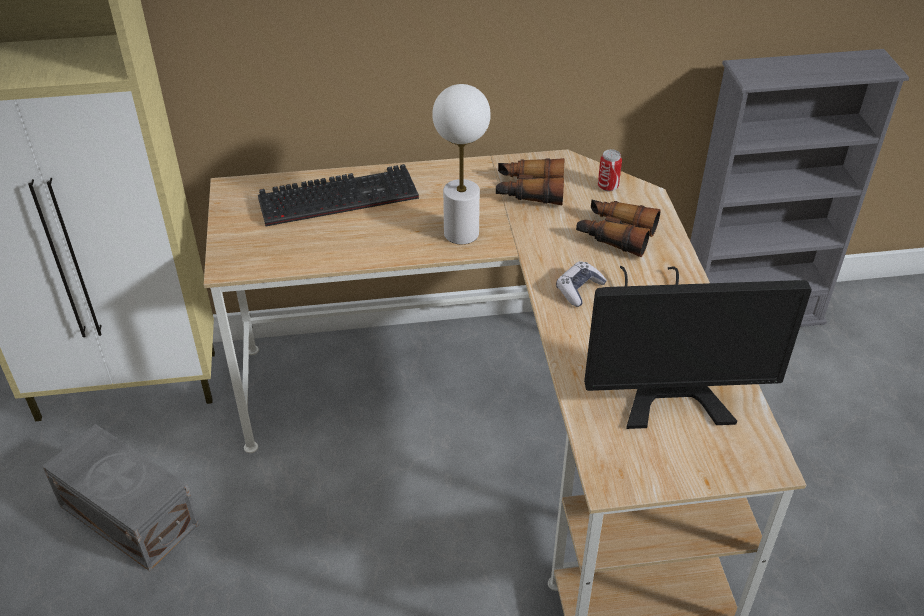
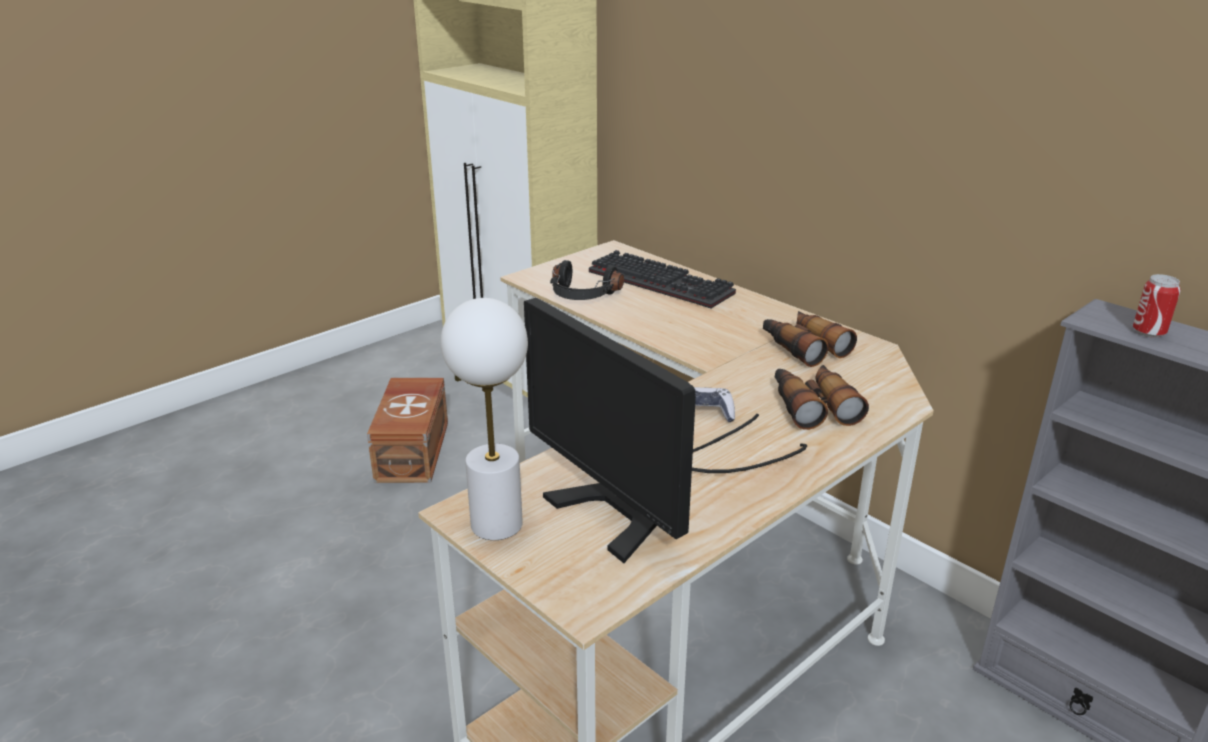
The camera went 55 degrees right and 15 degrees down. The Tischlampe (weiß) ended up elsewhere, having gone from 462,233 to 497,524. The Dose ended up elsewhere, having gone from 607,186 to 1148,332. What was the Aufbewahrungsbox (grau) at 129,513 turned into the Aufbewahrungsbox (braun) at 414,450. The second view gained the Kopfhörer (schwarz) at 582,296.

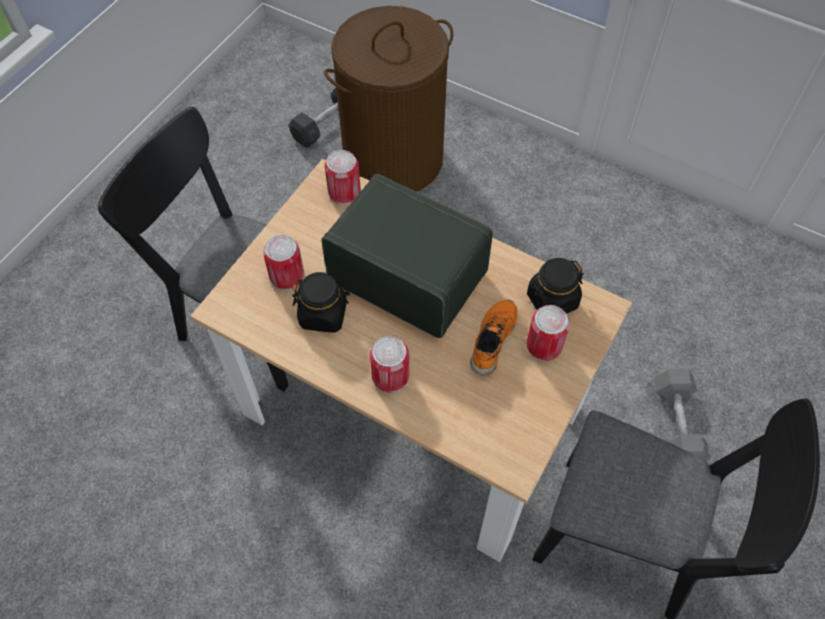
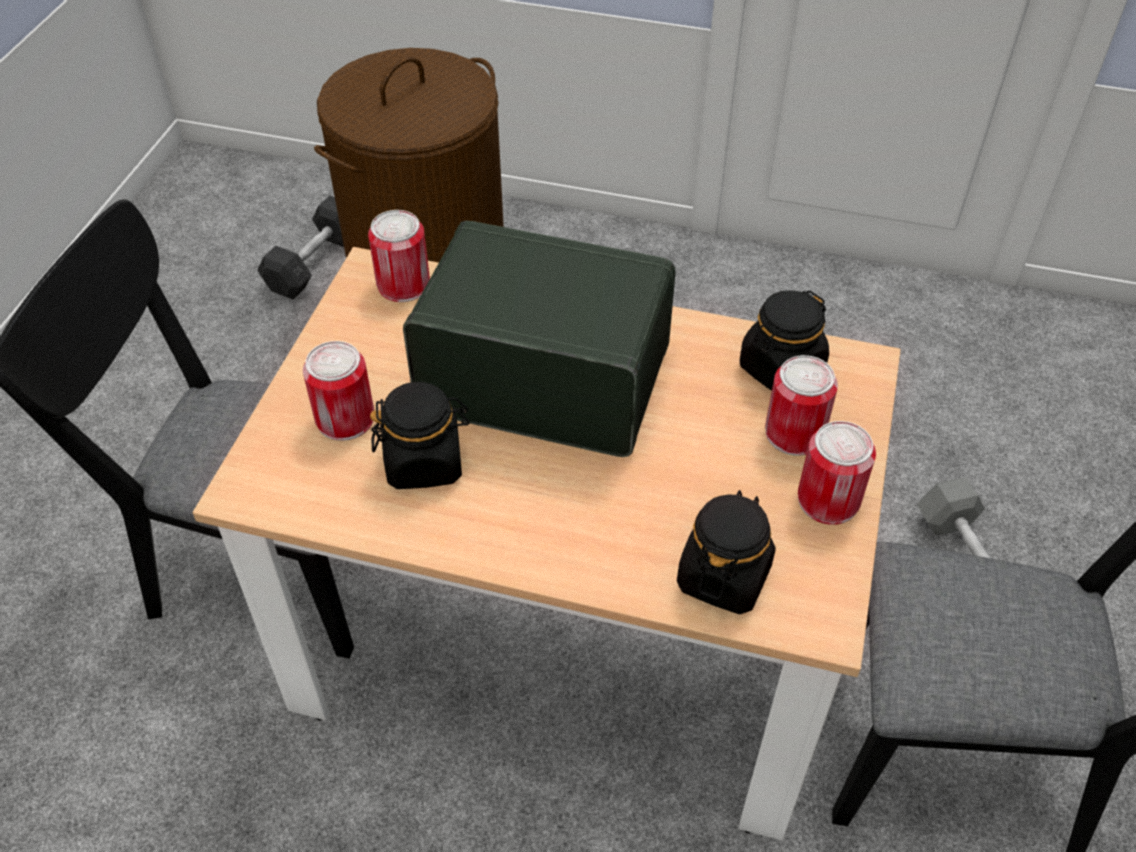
The camera went 15 degrees left and 10 degrees down. The second view lost the Schuh (orange) at 491,339. The Dose ended up elsewhere, having gone from 390,376 to 828,500. The second view gained the Vorratsglas (schwarz) at 723,576.

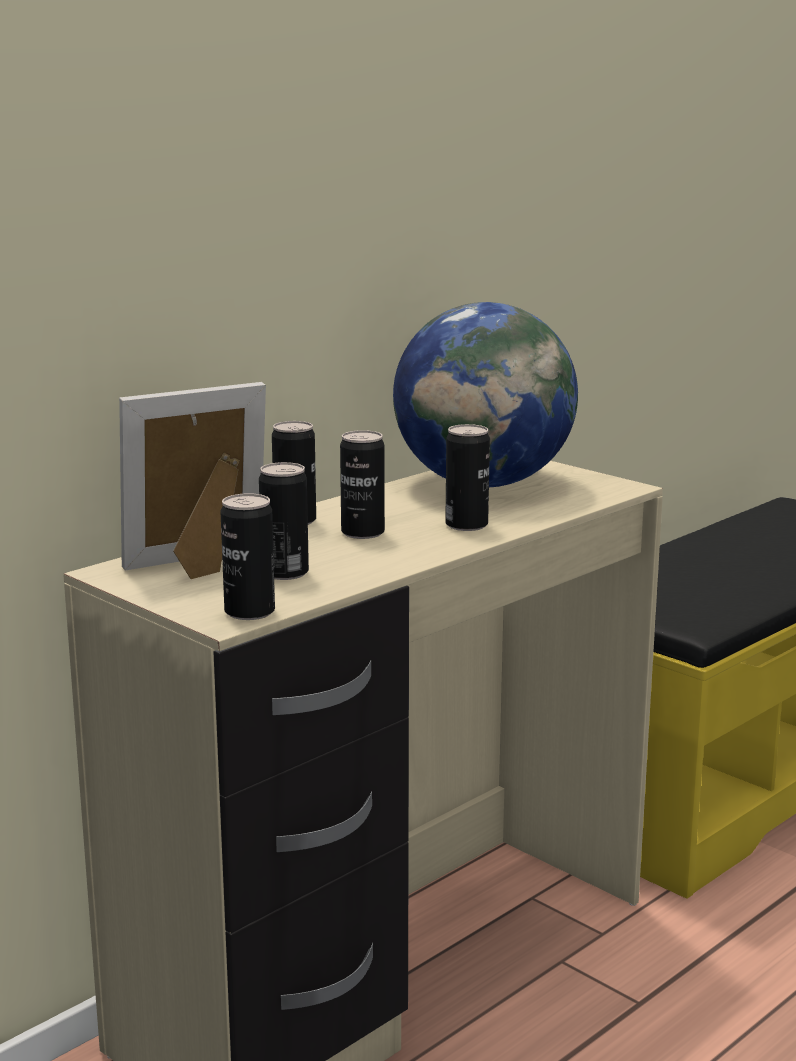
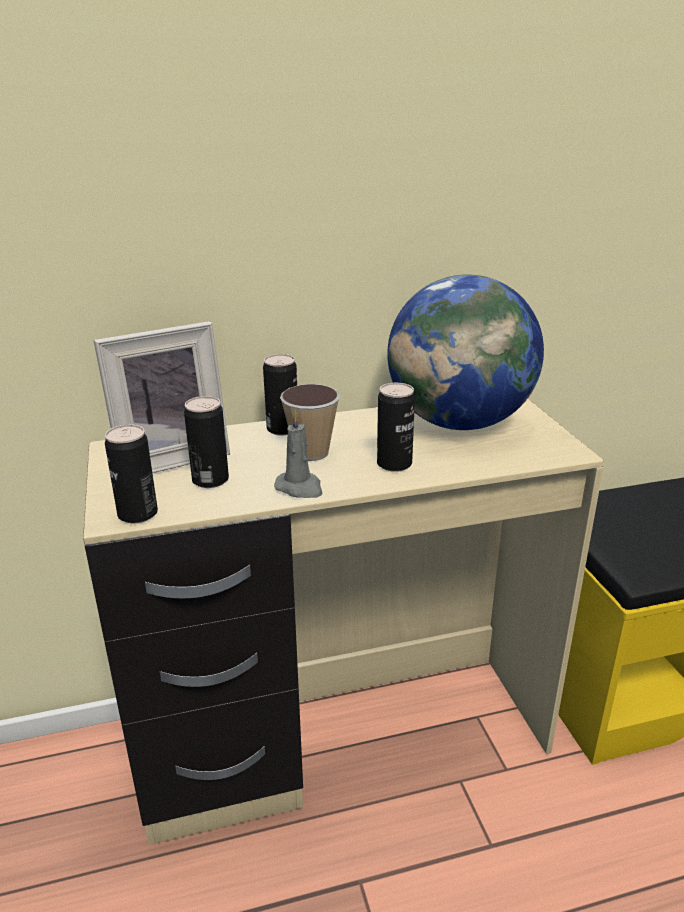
The camera went 30 degrees right and 10 degrees up. The Bilderrahmen at 202,565 ended up facing another way, 150 degrees clockwise from before. Where the Dose stood at 362,533, the Tasse came to stand at 311,453. The second view gained the Kerze (grau) at 300,488.

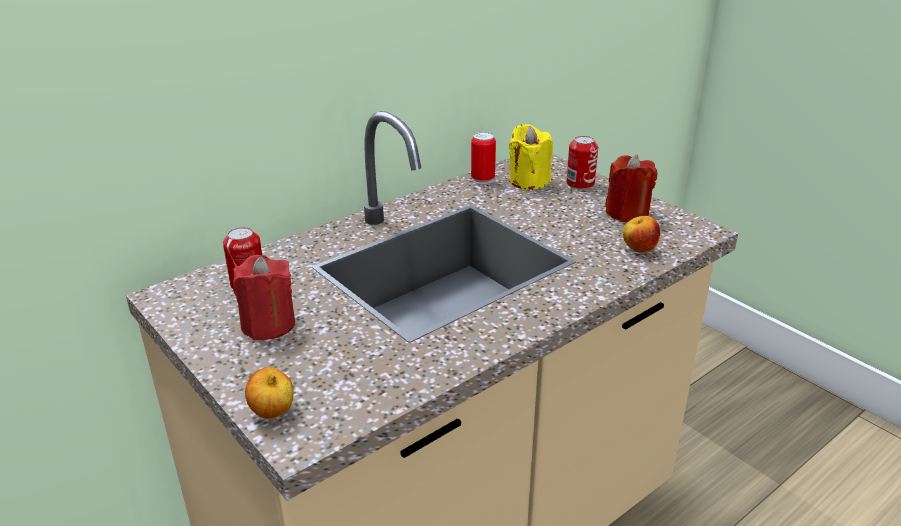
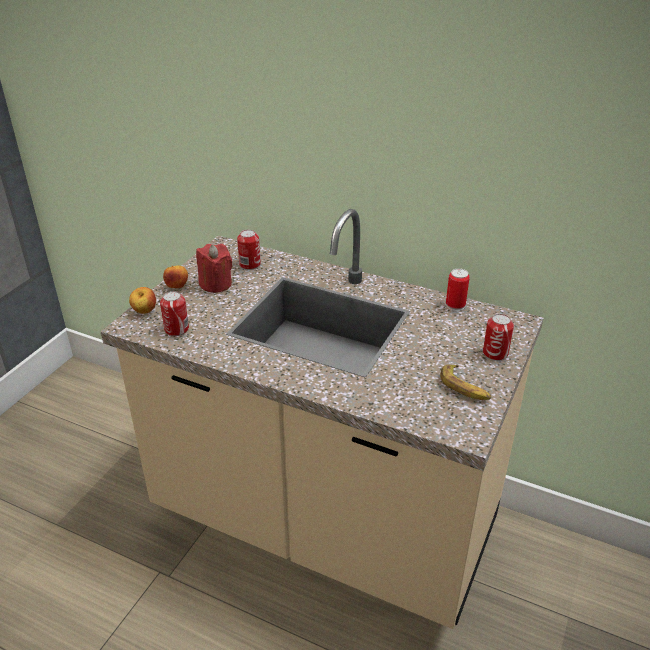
The camera went 65 degrees right and 5 degrees up. The second view lost the Kerze (gelb) at 529,181. Where the Kerze (rot) stood at 627,213, the Banane came to stand at 464,387. The Apfel ended up elsewhere, having gone from 638,250 to 177,287. The second view gained the Dose at 176,329.

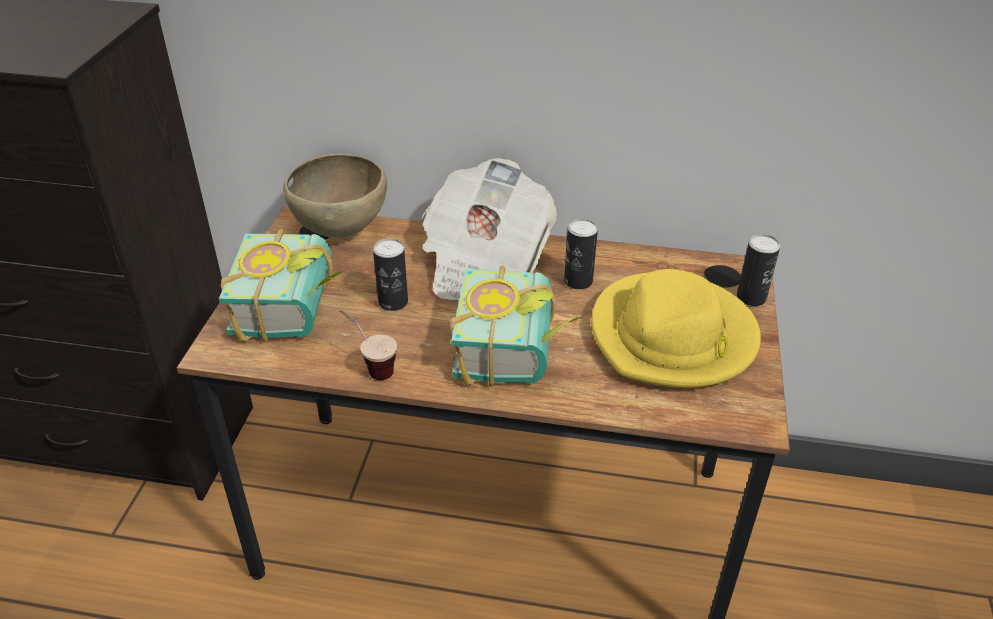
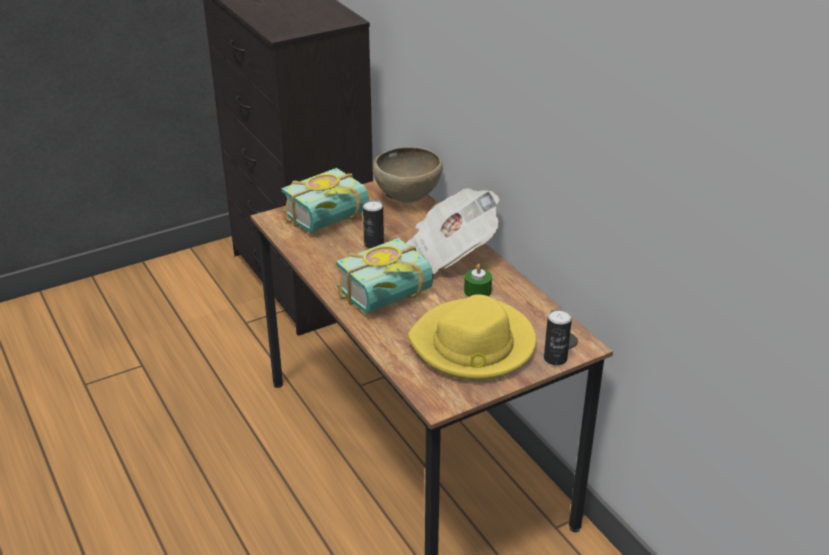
The camera went 50 degrees right and 5 degrees down. Where the Dose stood at 578,281, the Kerze (grün) came to stand at 477,291. The second view lost the Tasse at 370,367.

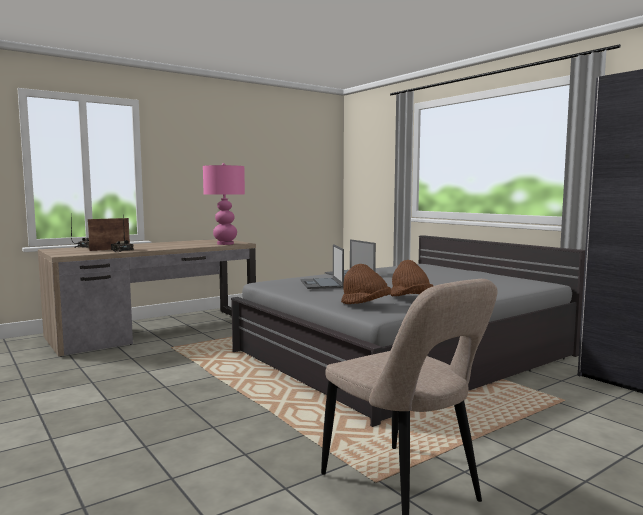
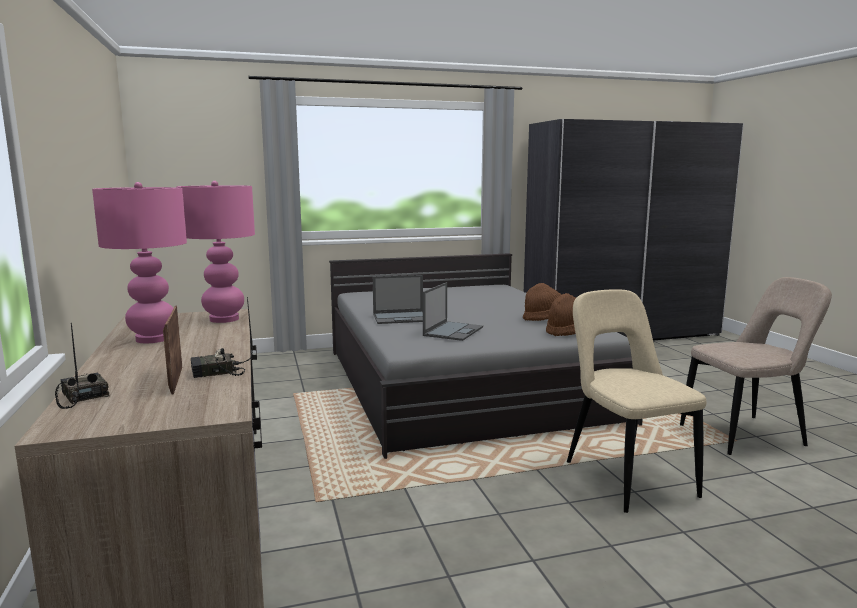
The camera went 70 degrees left and 5 degrees up. The Laptop at 321,284 ended up facing another way, 75 degrees counterclockwise from before. The second view gained the Tischlampe (rosa) at 153,339. The second view gained the Stuhl (beige) at 625,477.

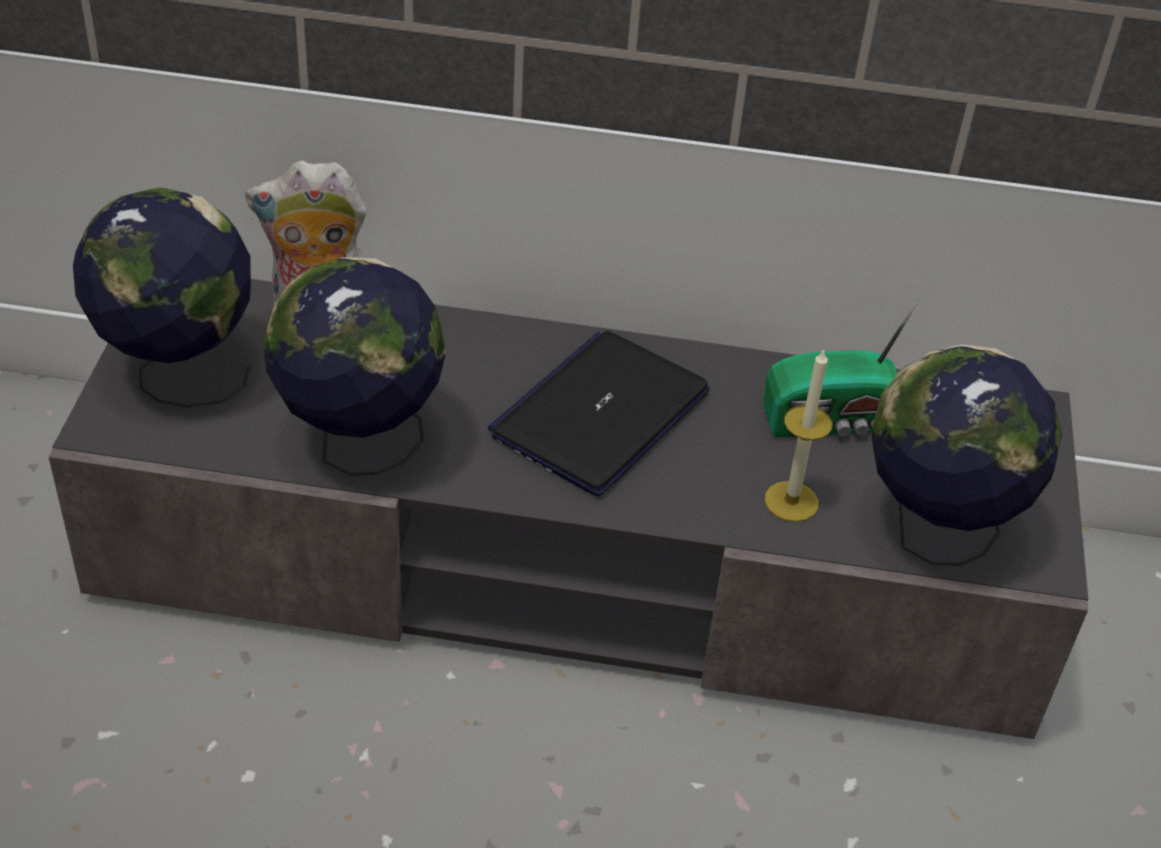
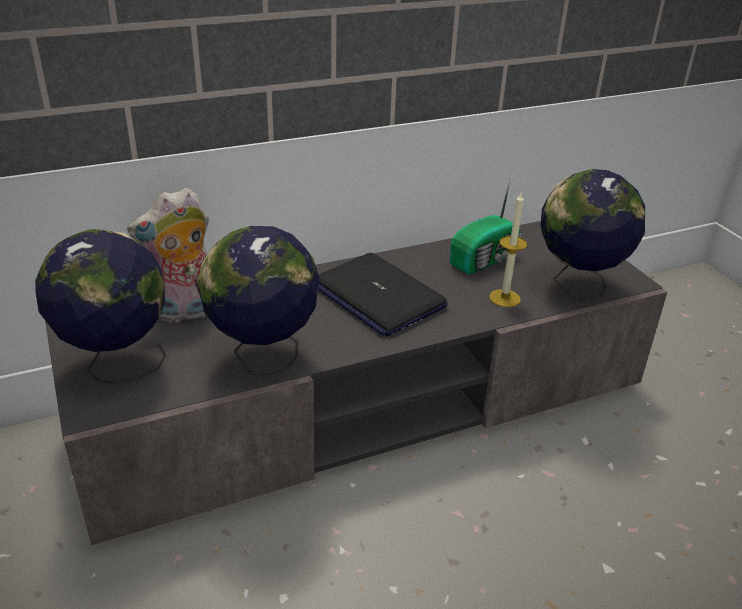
The camera went 30 degrees left and 10 degrees down. The Laptop at 600,414 ended up facing another way, 45 degrees counterclockwise from before.

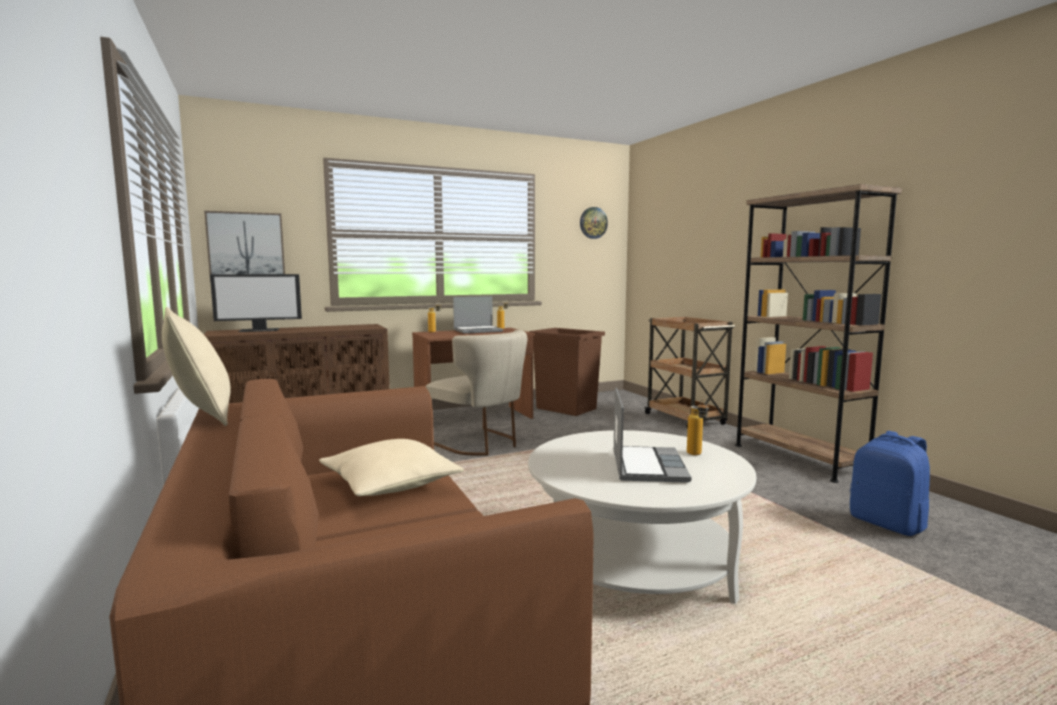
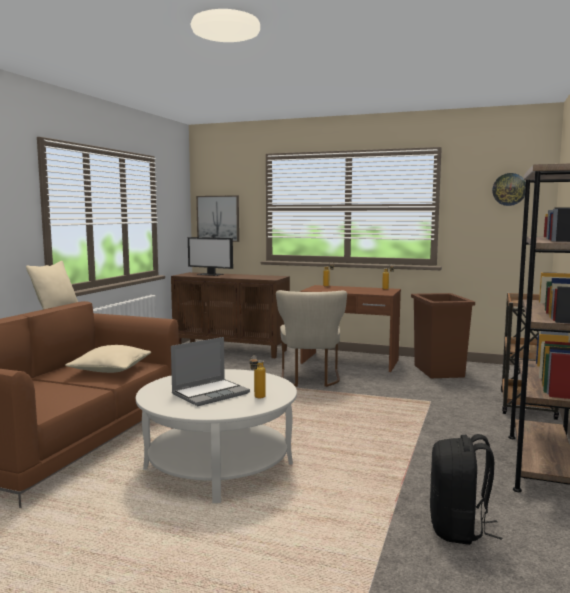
The camera went 45 degrees right and 0 degrees up. The second view lost the Laptop at 478,331. What was the Rucksack (blau) at 888,524 turned into the Rucksack (schwarz) at 458,529.

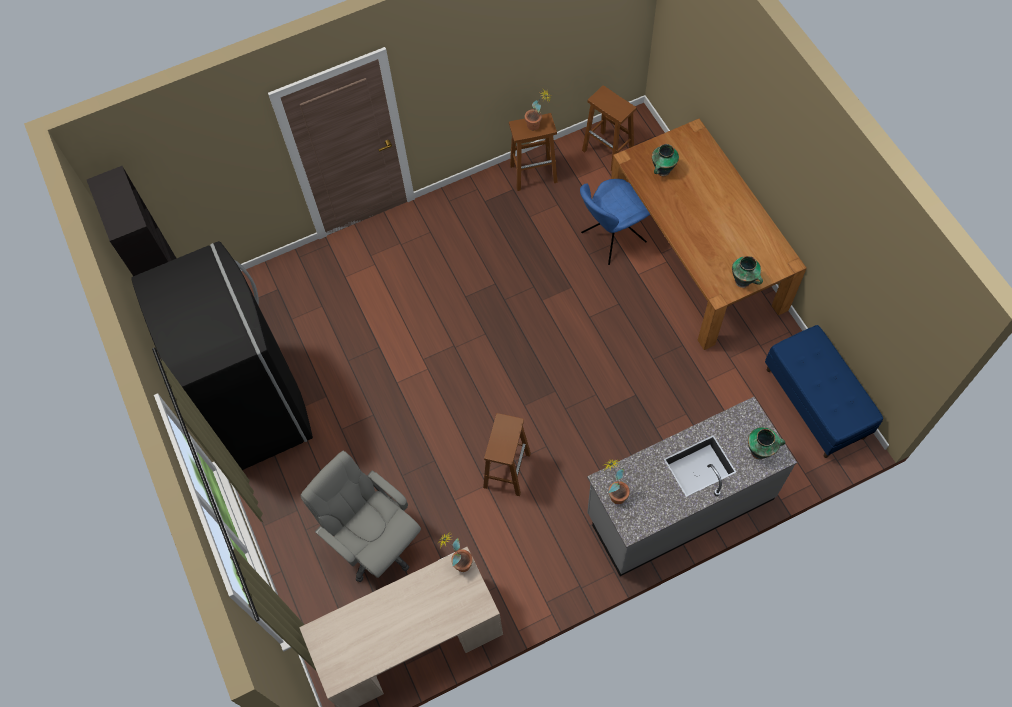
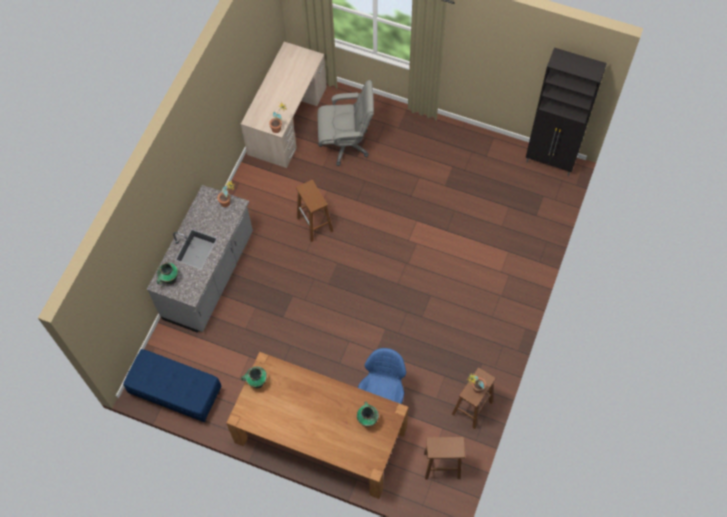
The camera went 135 degrees right and 0 degrees up. The second view lost the Kühlschrank (schwarz) at 256,405.

